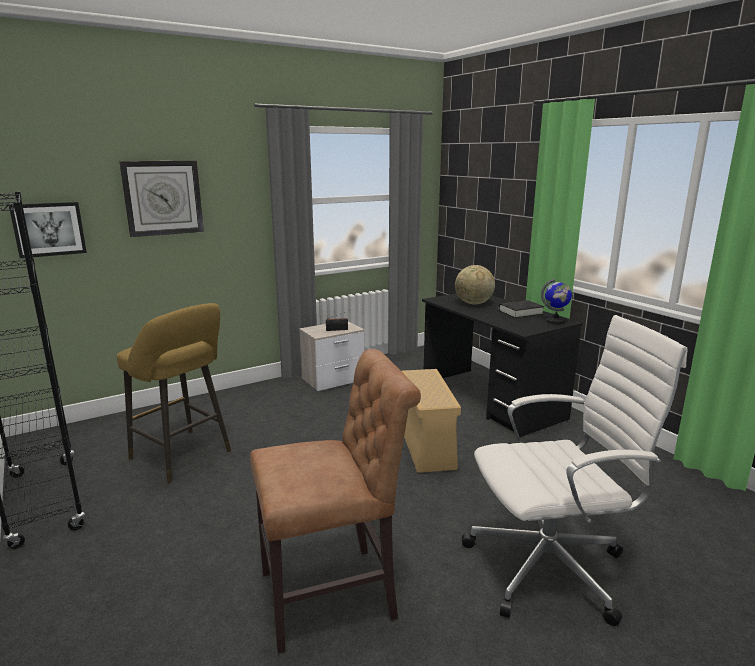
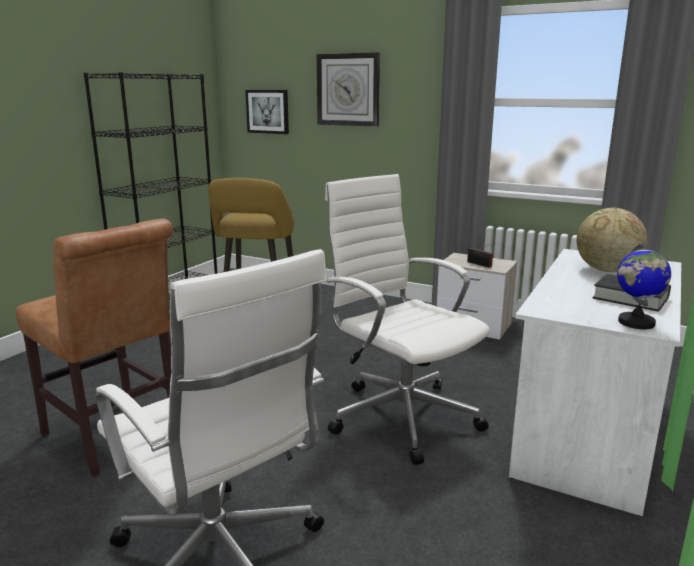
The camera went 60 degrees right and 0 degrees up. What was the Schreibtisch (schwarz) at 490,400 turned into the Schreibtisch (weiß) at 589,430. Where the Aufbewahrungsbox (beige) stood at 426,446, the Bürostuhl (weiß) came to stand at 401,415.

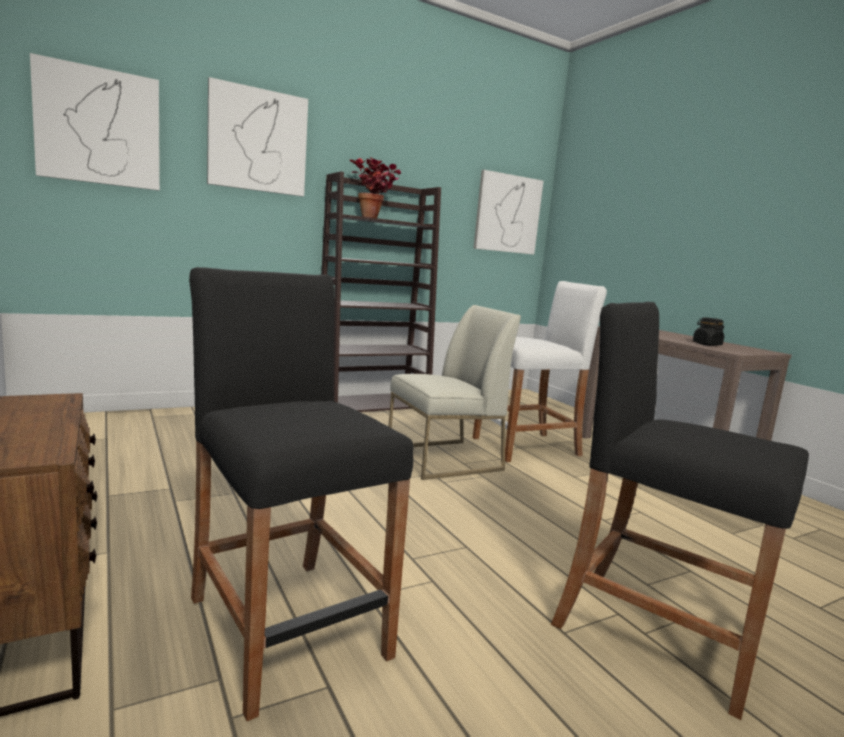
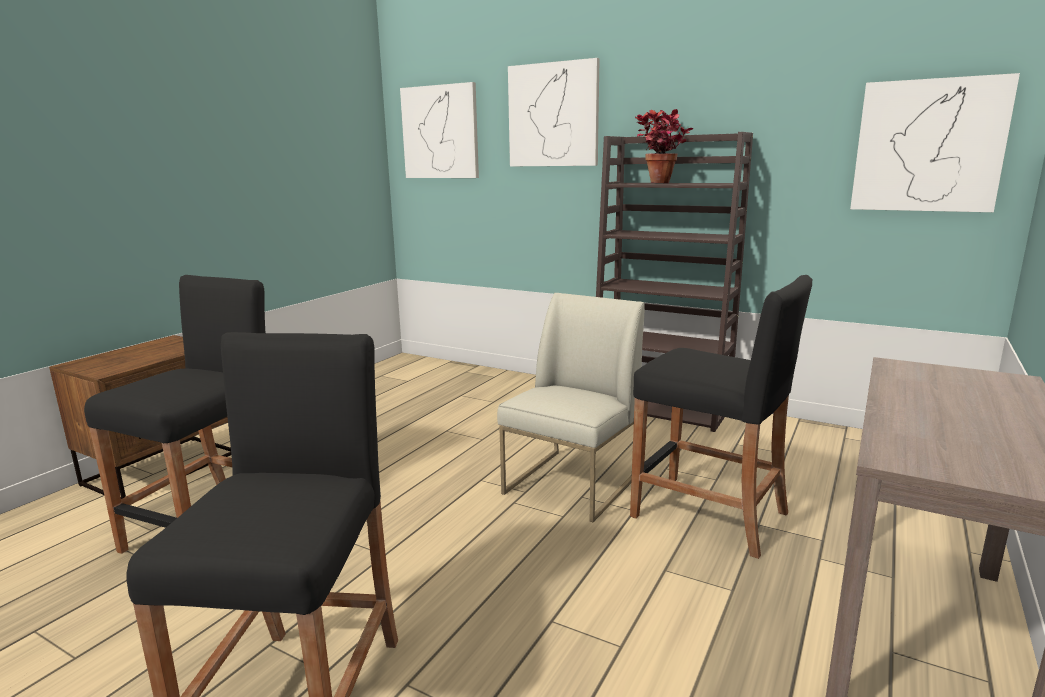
The camera went 60 degrees right and 5 degrees up. What was the Hocker (weiß) at 526,447 turned into the Hocker (schwarz) at 709,514. The Stuhl (weiß) at 443,459 ended up facing another way, 90 degrees counterclockwise from before. The second view lost the Vorratsglas (schwarz) at 706,344.

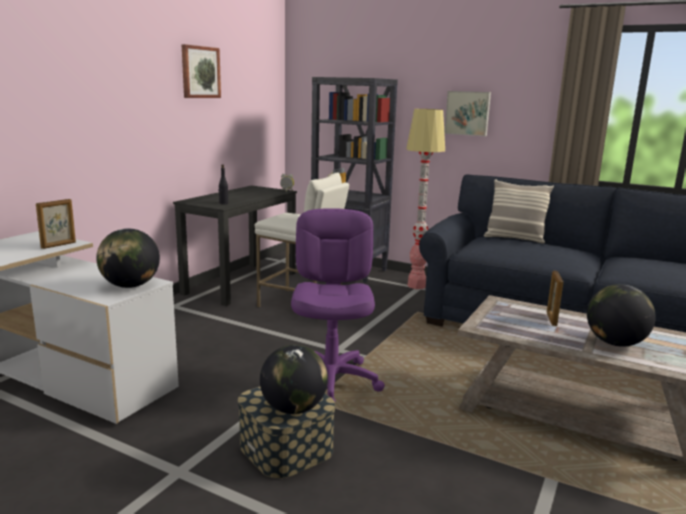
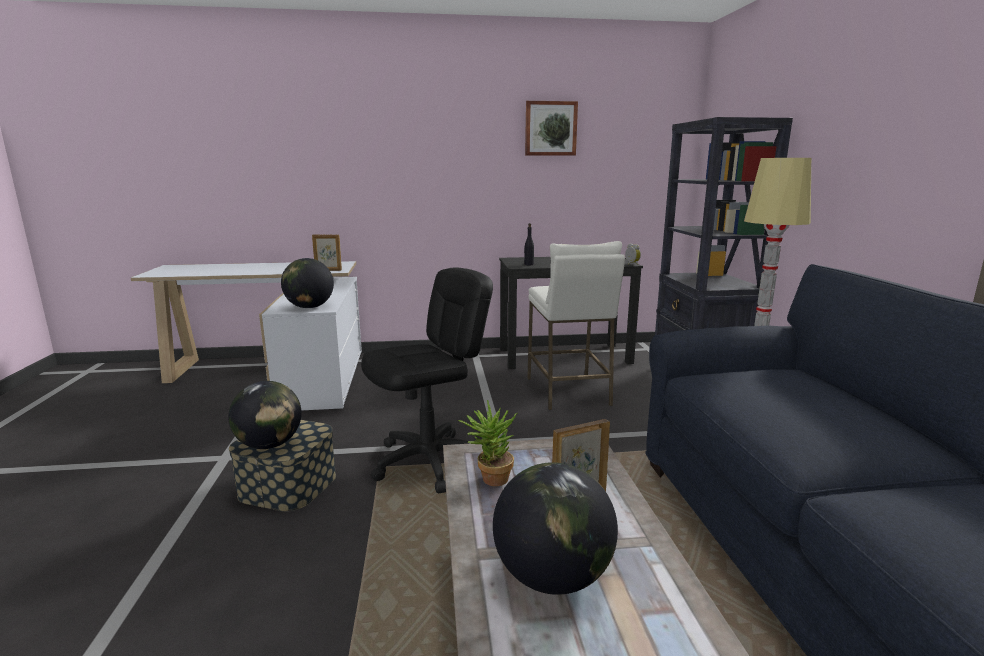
The camera went 55 degrees right and 0 degrees up. The second view lost the Bild at 467,113. The second view lost the Kissen at 514,239. What was the Bürostuhl (lila) at 331,381 turned into the Bürostuhl (schwarz) at 429,461. The second view gained the Topfpflanze at 489,479.

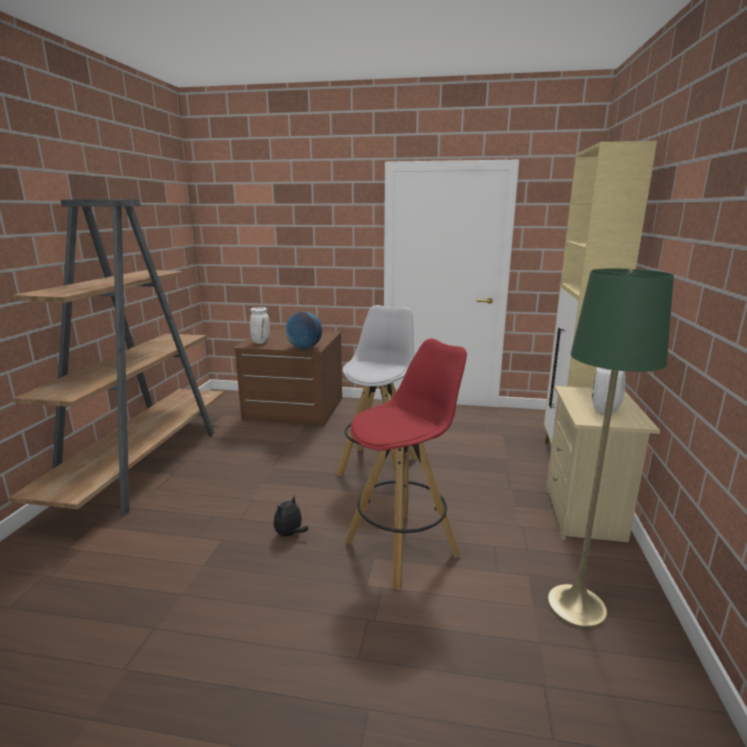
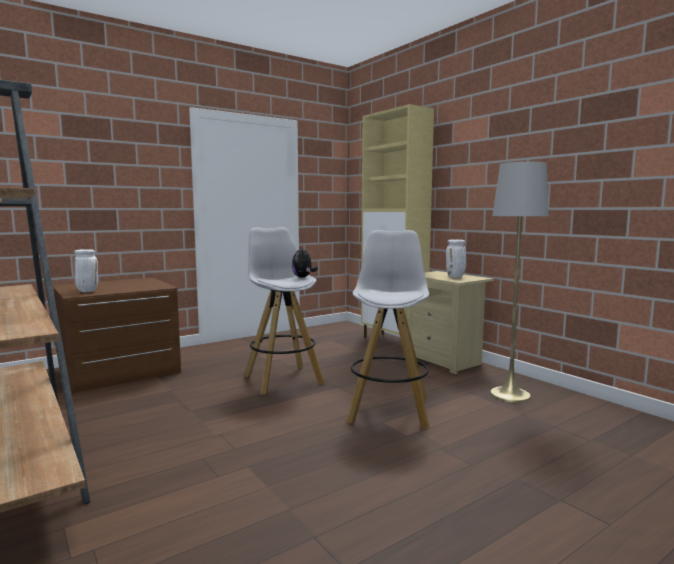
The camera went 45 degrees left and 10 degrees down. What was the Stehlampe (grün) at 576,606 turned into the Stehlampe (grau) at 510,395. The second view lost the Globus at 304,348. What was the Hocker (rot) at 403,547 turned into the Hocker (weiß) at 388,410. The Plüschtier ended up elsewhere, having gone from 290,534 to 303,277.

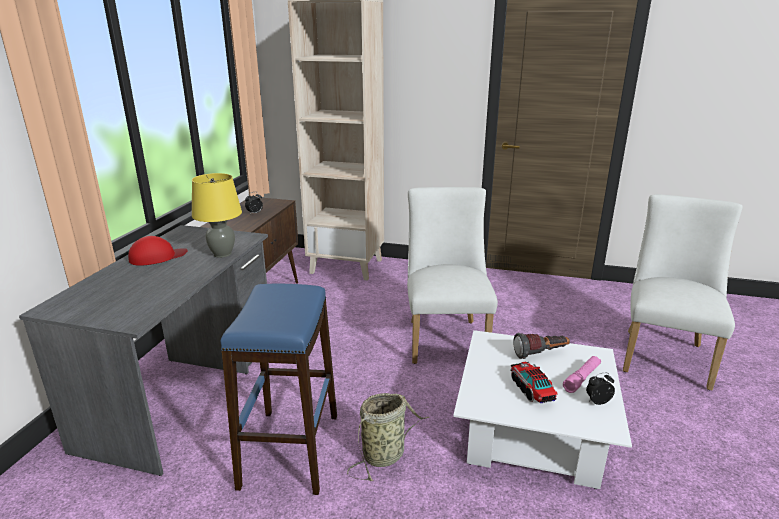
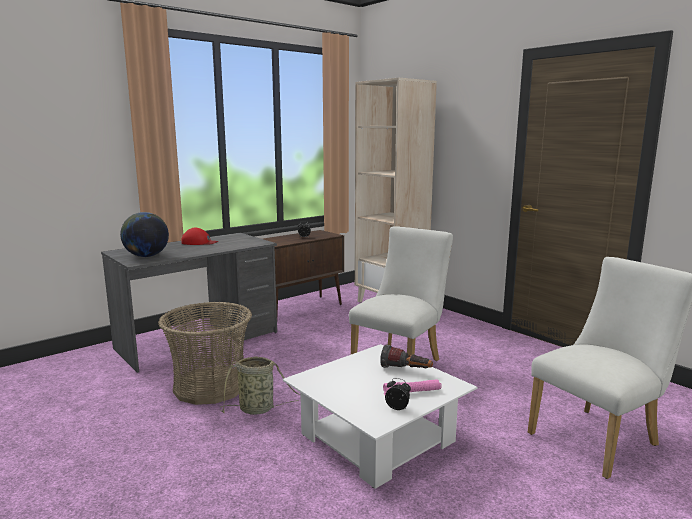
The camera went 35 degrees right and 10 degrees down. The second view lost the Tischlampe (gelb) at 222,254. Where the Hocker (blau) stood at 290,450, the Korb came to stand at 210,386. The second view lost the Spielzeuglaster at 532,389. The second view gained the Globus at 146,256.

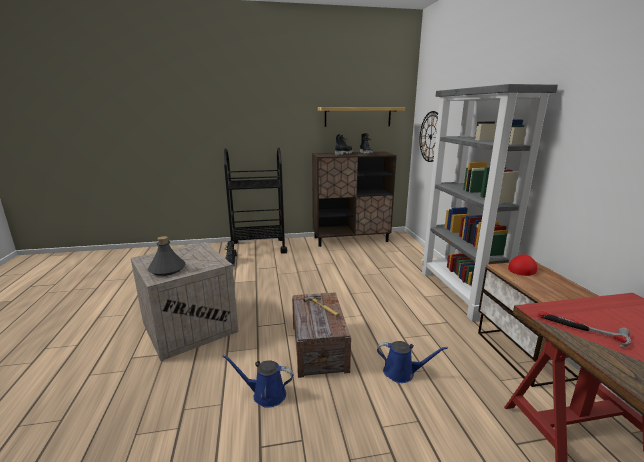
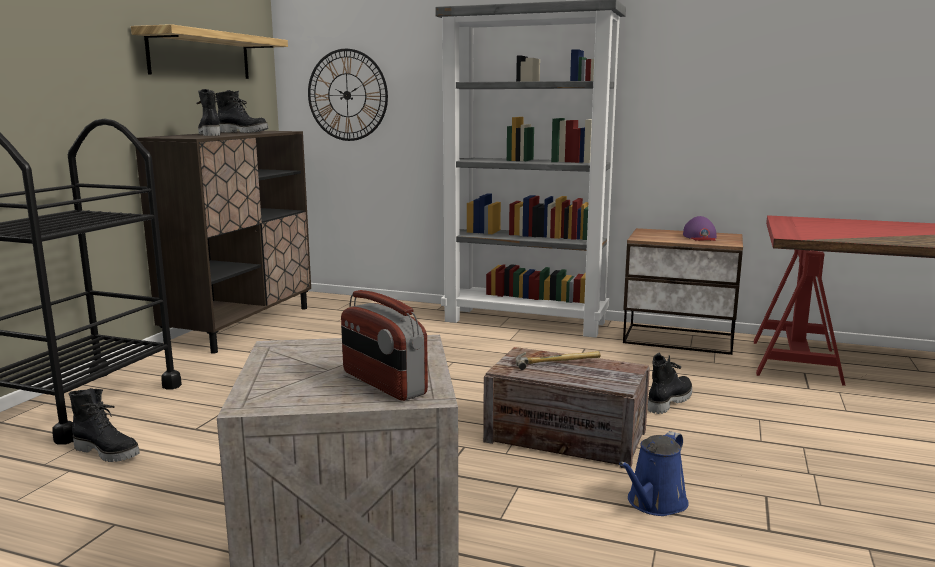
The camera went 60 degrees left and 5 degrees down. Where the Flasche (grau) stood at 167,269, the Radio came to stand at 383,383. The second view lost the Kappe (rot) at 523,268. The second view lost the Hammer at 580,330. Where the Gießkanne (blau) stood at 402,372, the Stiefel (schwarz) came to stand at 668,401. The second view gained the Kappe (lila) at 700,237.

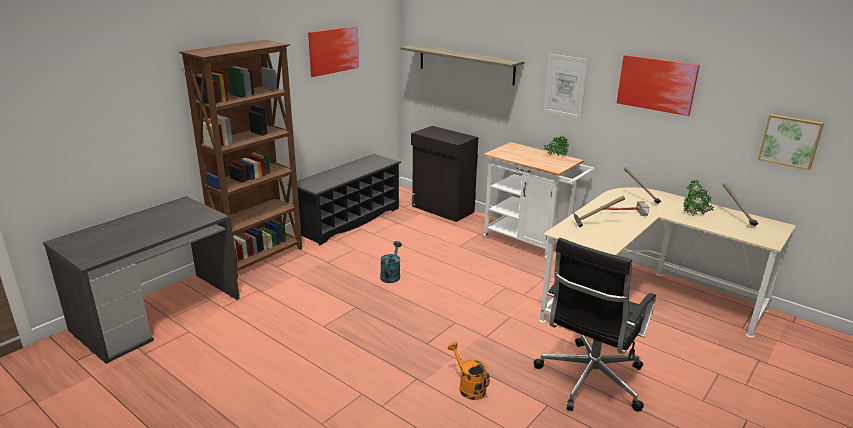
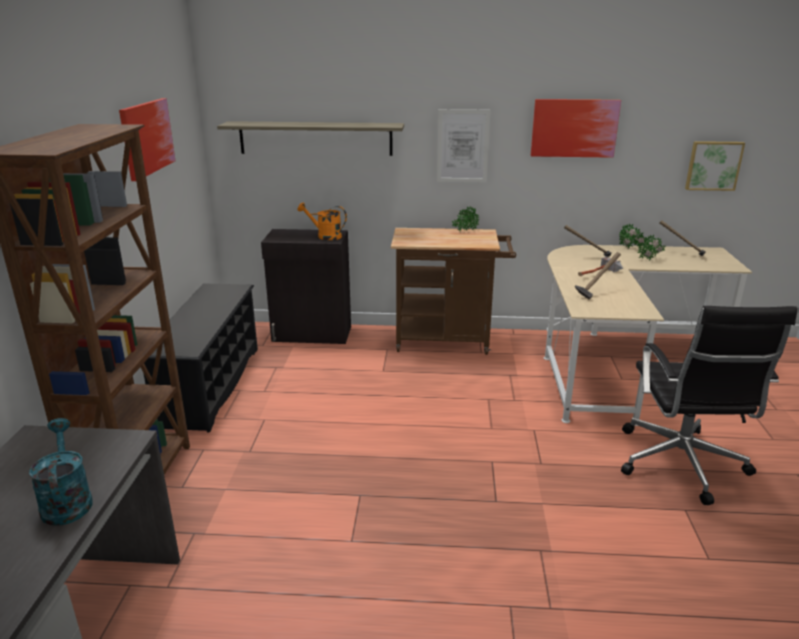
The camera went 35 degrees left and 0 degrees up. What was the Rollwagen (weiß) at 531,242 turned into the Rollwagen (braun) at 449,341. The Gießkanne (türkis) ended up elsewhere, having gone from 391,275 to 67,501. The Gießkanne (orange) ended up elsewhere, having gone from 468,387 to 325,236.

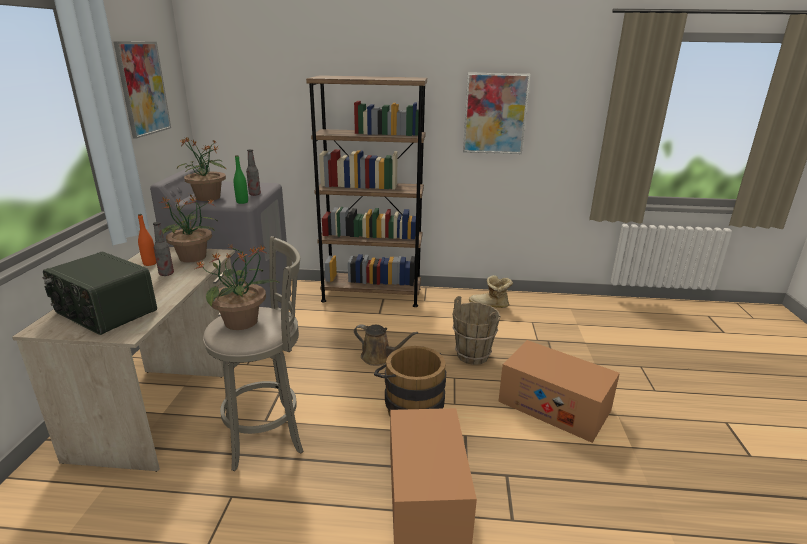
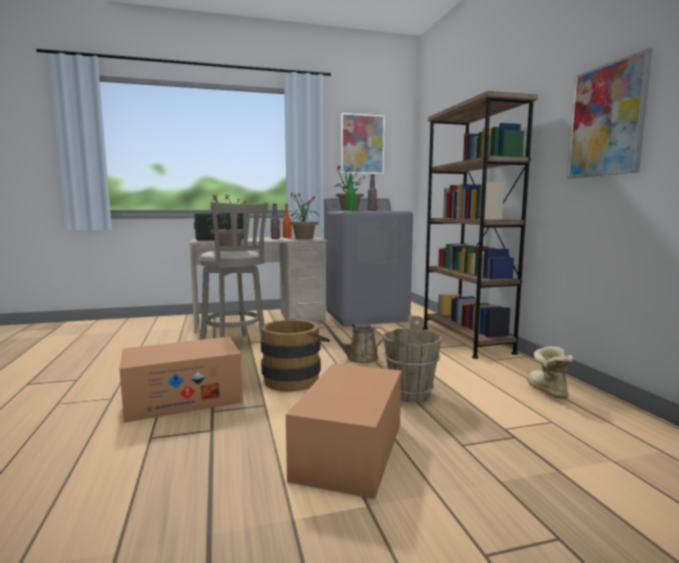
The camera went 70 degrees right and 15 degrees down. The Gießkanne (braun) at 379,357 ended up facing another way, 90 degrees clockwise from before.

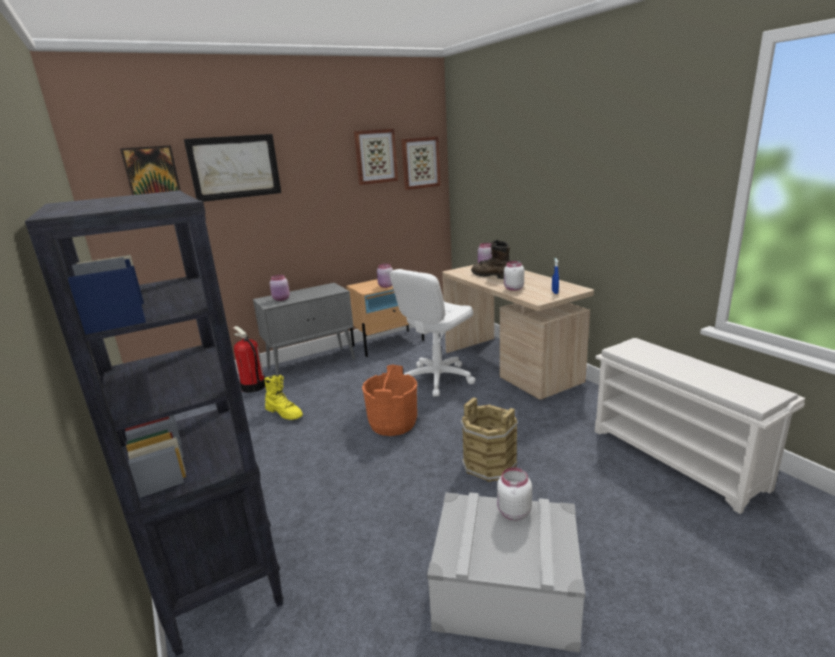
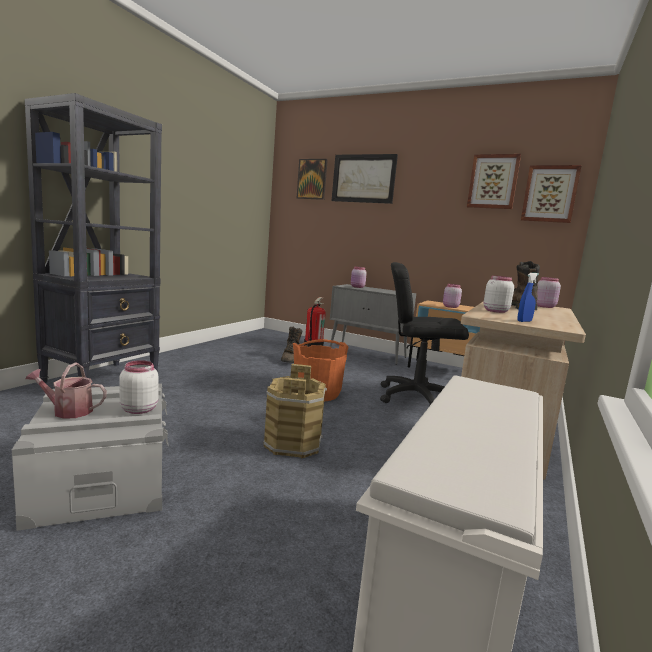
The camera went 55 degrees right and 10 degrees down. What was the Bürostuhl (weiß) at 437,378 turned into the Bürostuhl (schwarz) at 416,398. What was the Stiefel (gelb) at 285,413 turned into the Stiefel (braun) at 290,359. The second view gained the Gießkanne at 68,411.

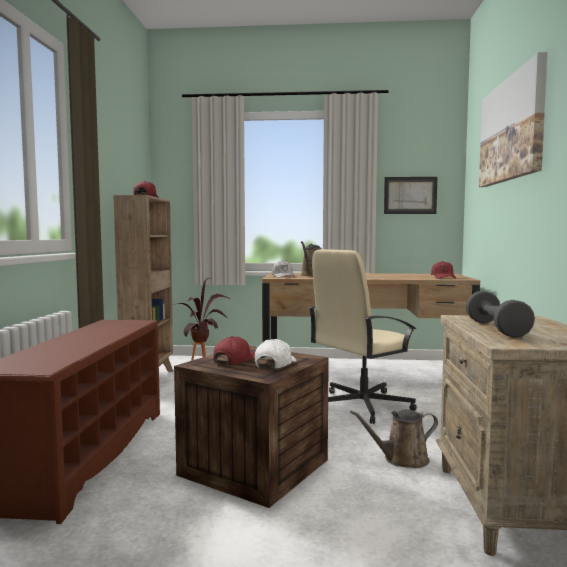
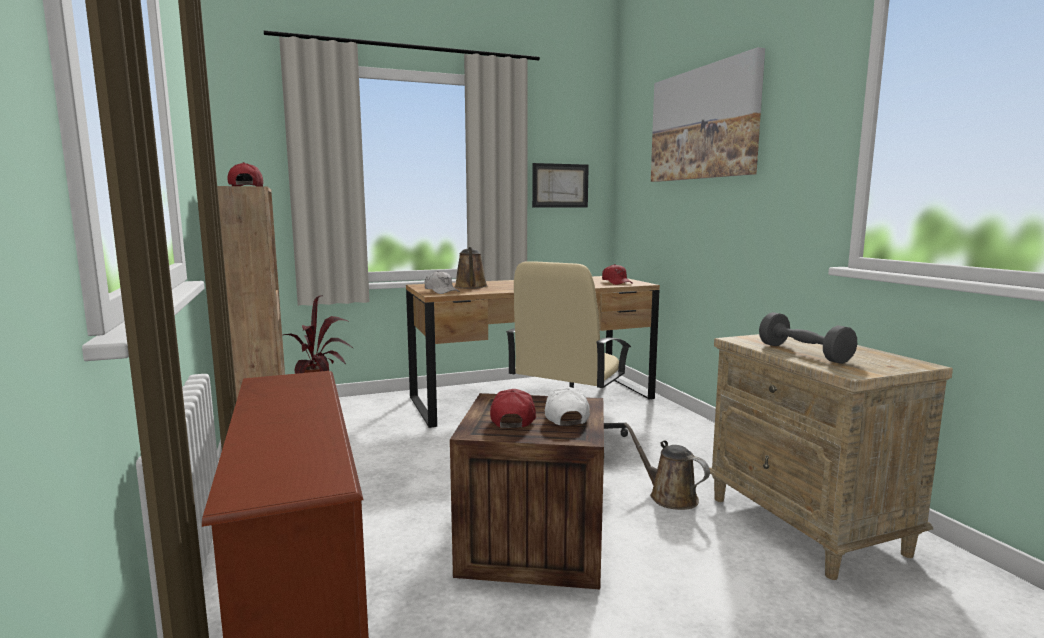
The camera went 25 degrees left and 5 degrees up. The Gießkanne (braun) at 402,459 ended up facing another way, 90 degrees clockwise from before.

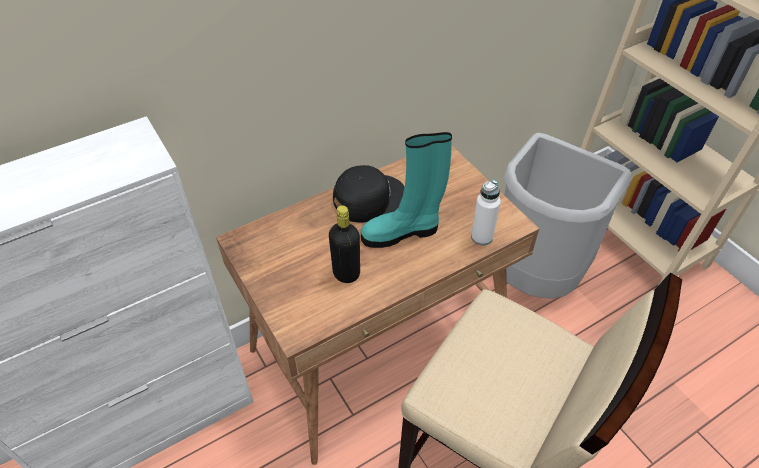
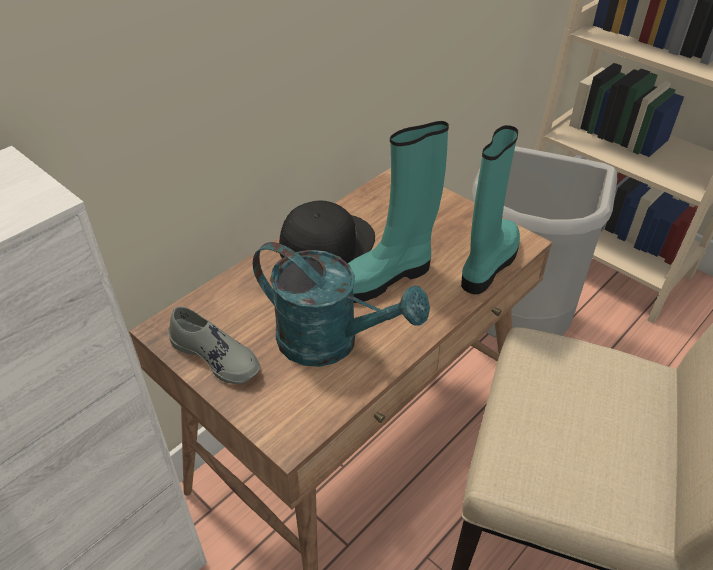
The camera went 15 degrees left and 5 degrees down. Where the Flasche (weiß) stood at 481,237, the Stiefel (türkis) came to stand at 488,264. Where the Flasche (schwarz) stood at 346,273, the Gießkanne (türkis) came to stand at 331,342. The second view gained the Schuh (grau) at 216,356.

